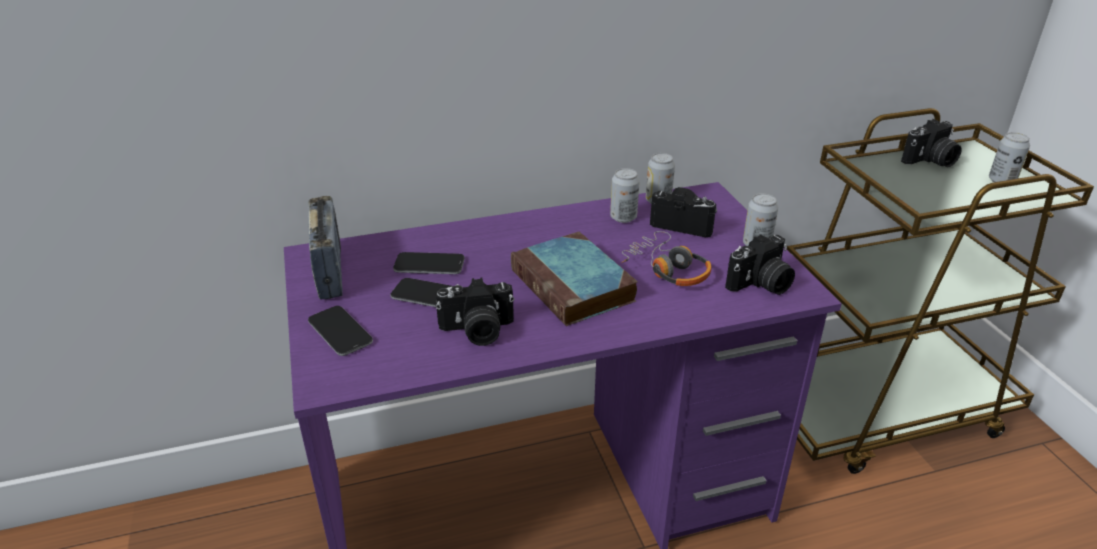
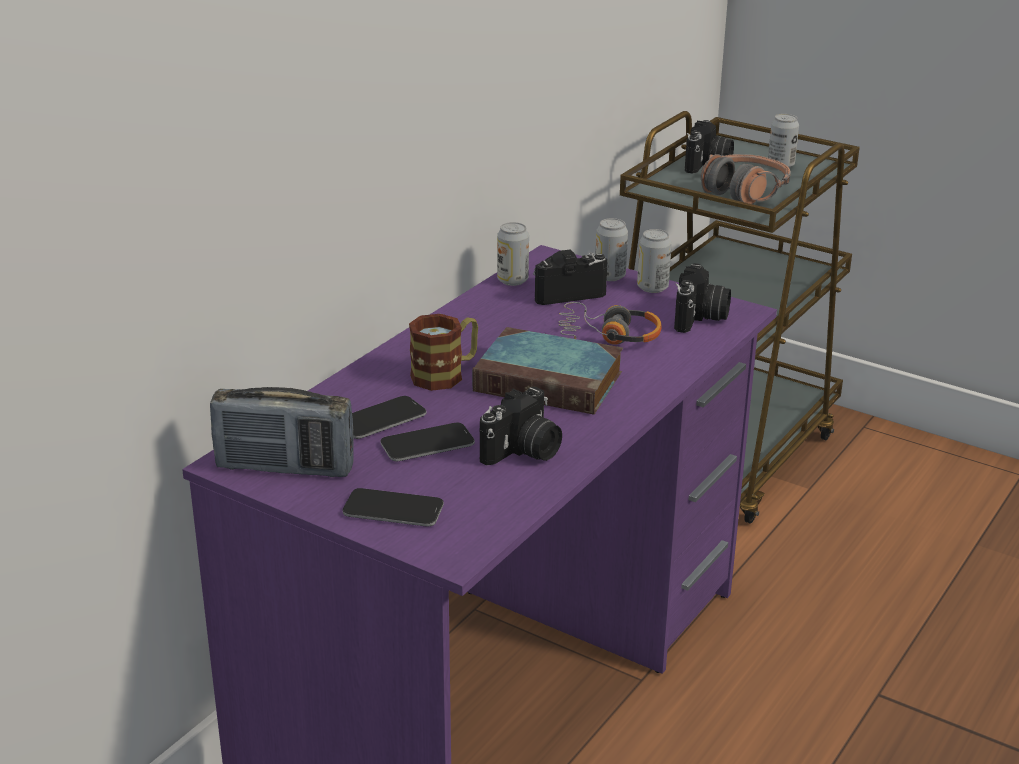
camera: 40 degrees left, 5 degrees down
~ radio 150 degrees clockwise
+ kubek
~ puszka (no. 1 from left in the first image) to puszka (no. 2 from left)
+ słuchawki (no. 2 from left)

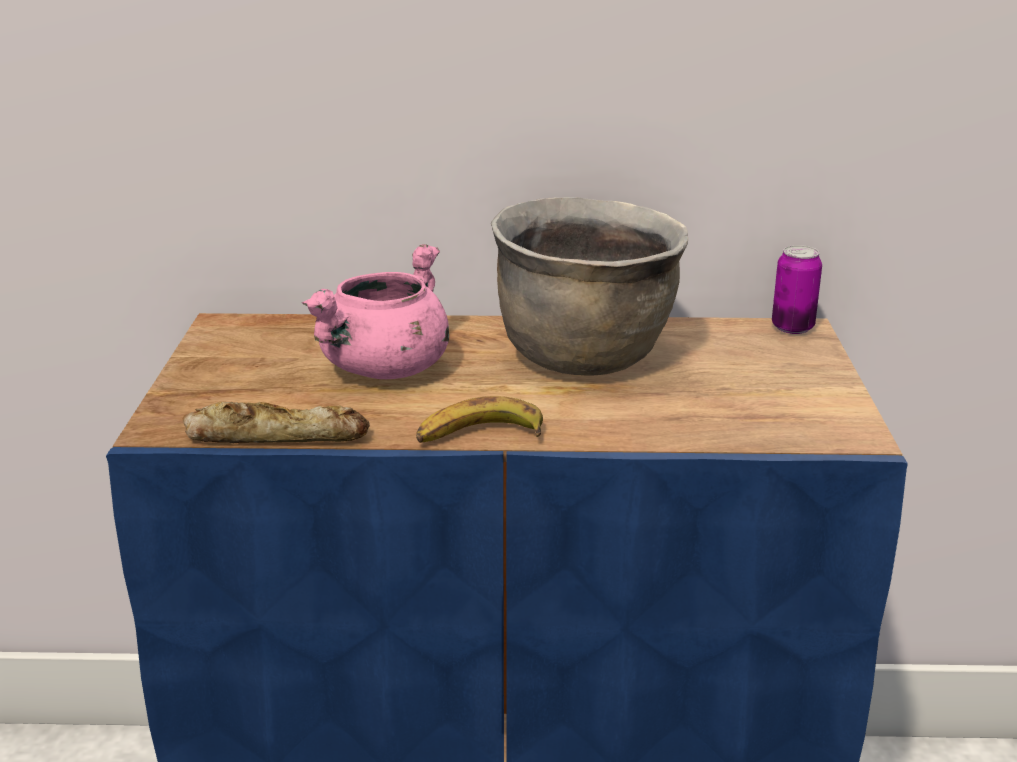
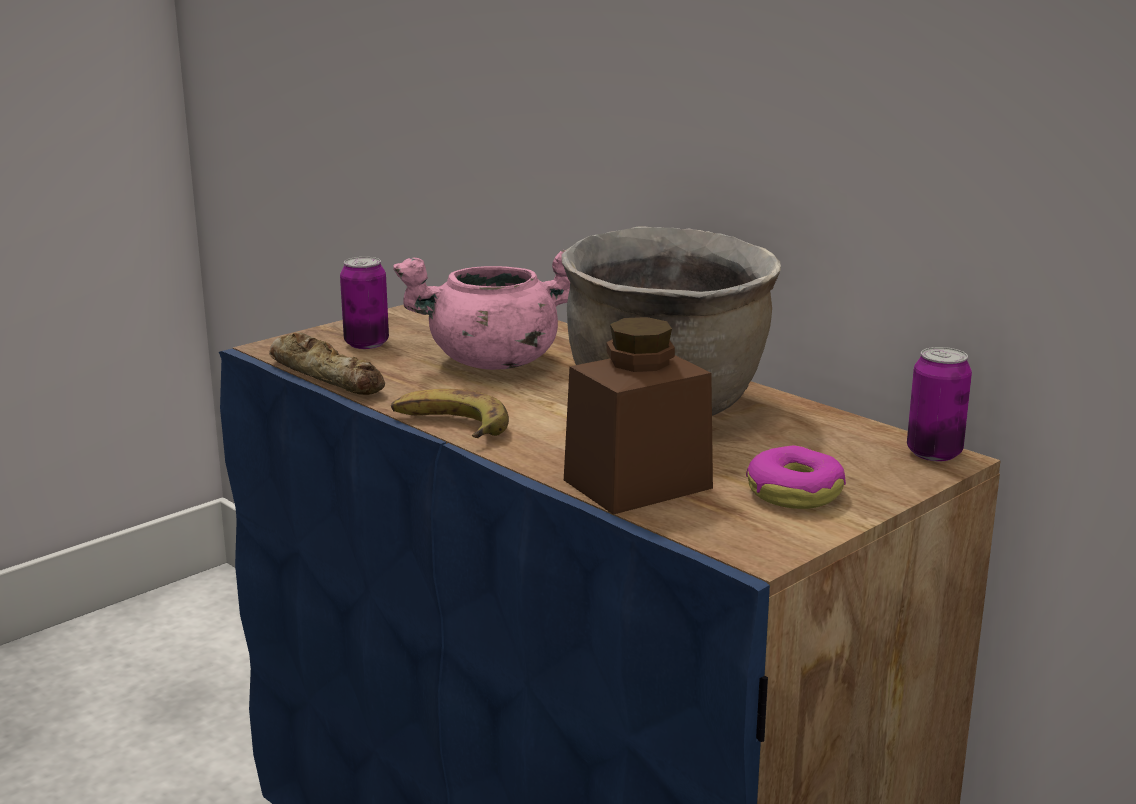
camera: 45 degrees right, 5 degrees down
+ puszka (no. 1 from left)
+ słoik [brązowy]
+ donut

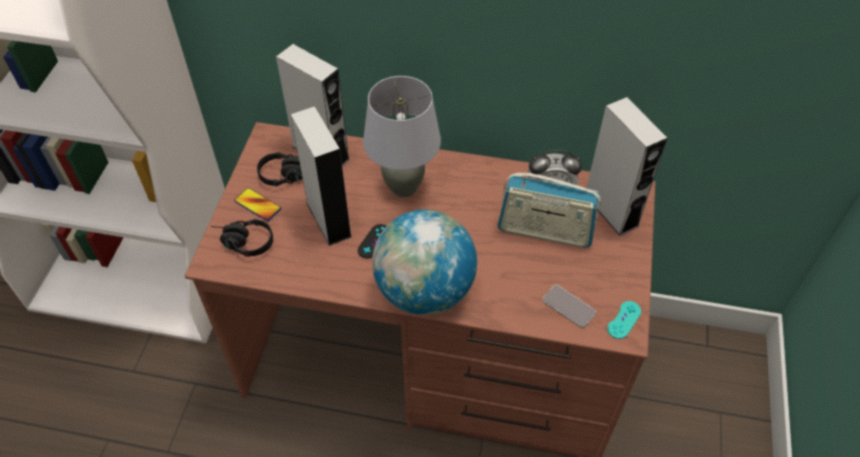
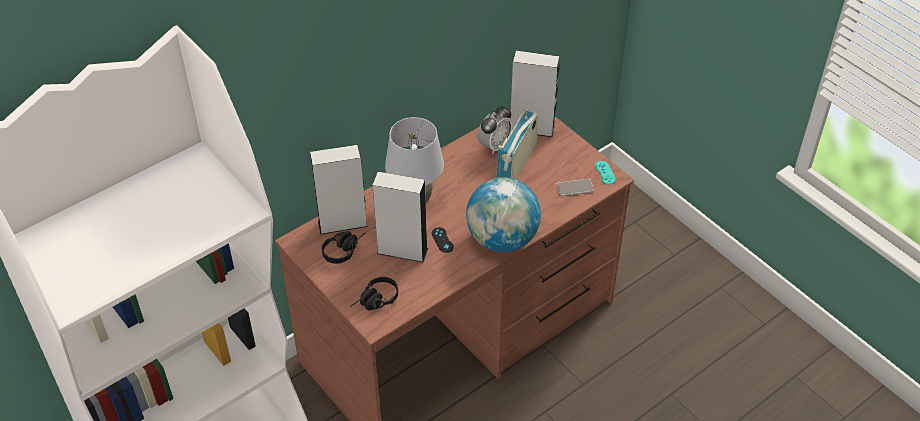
camera: 50 degrees left, 5 degrees down
~ radio 150 degrees clockwise
- telefon (no. 1 from left)

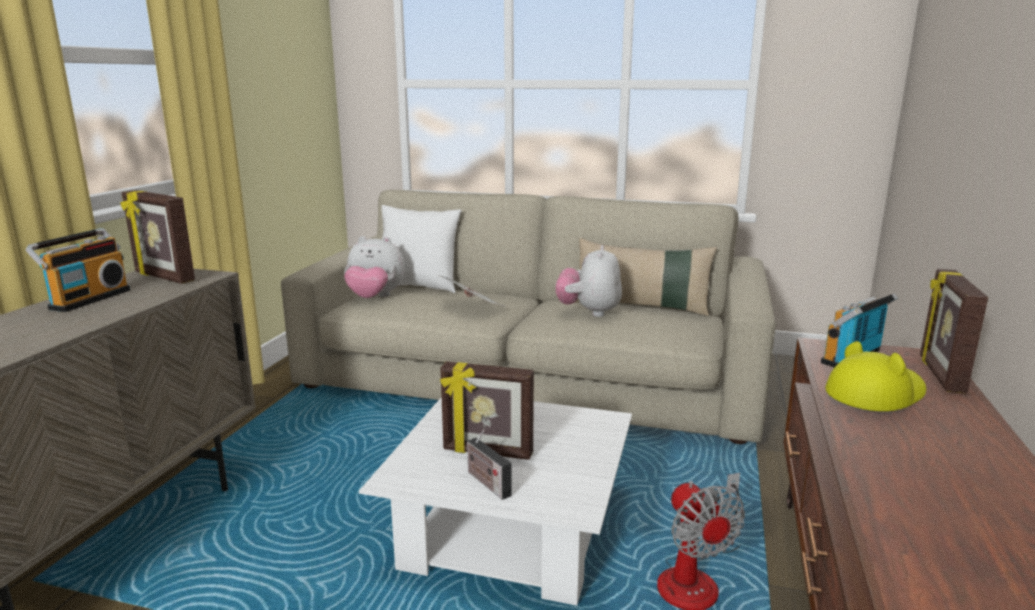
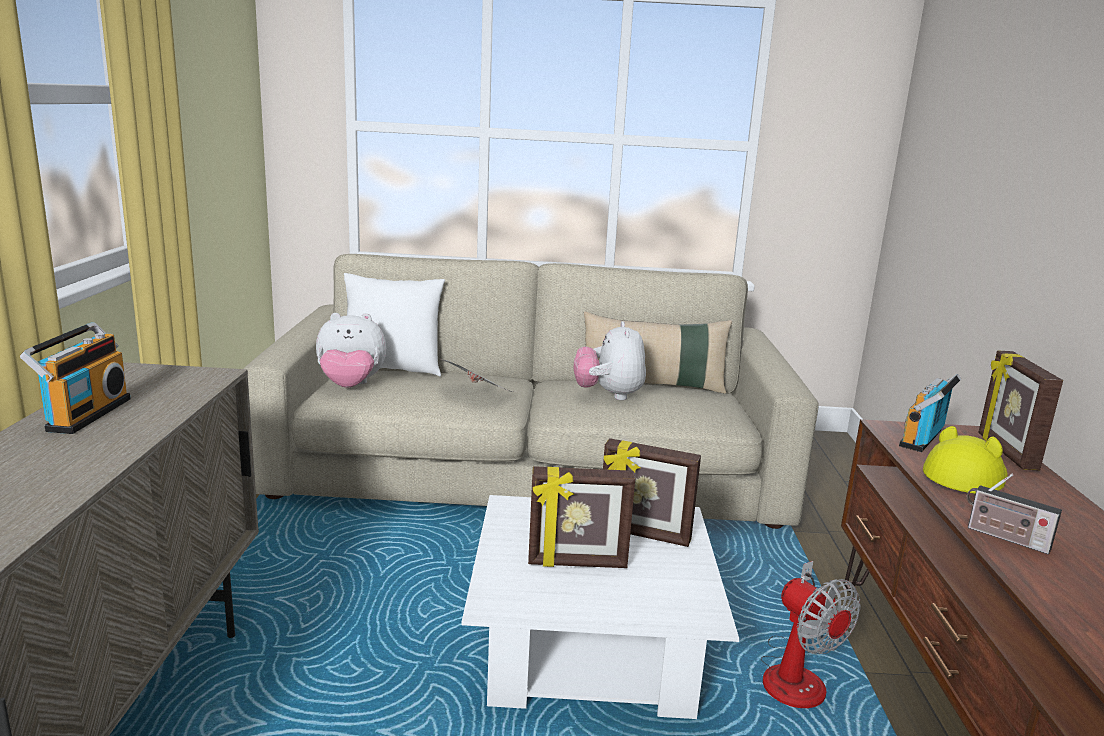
camera: 15 degrees left, 0 degrees up
~ ramka na zdjęcie (no. 1 from left in the first image) to ramka na zdjęcie (no. 2 from left)
~ radio (no. 2 from left in the first image) to radio (no. 3 from left)

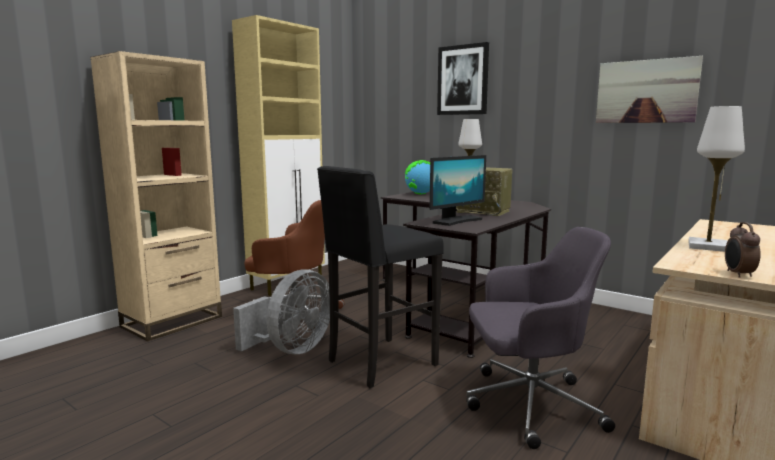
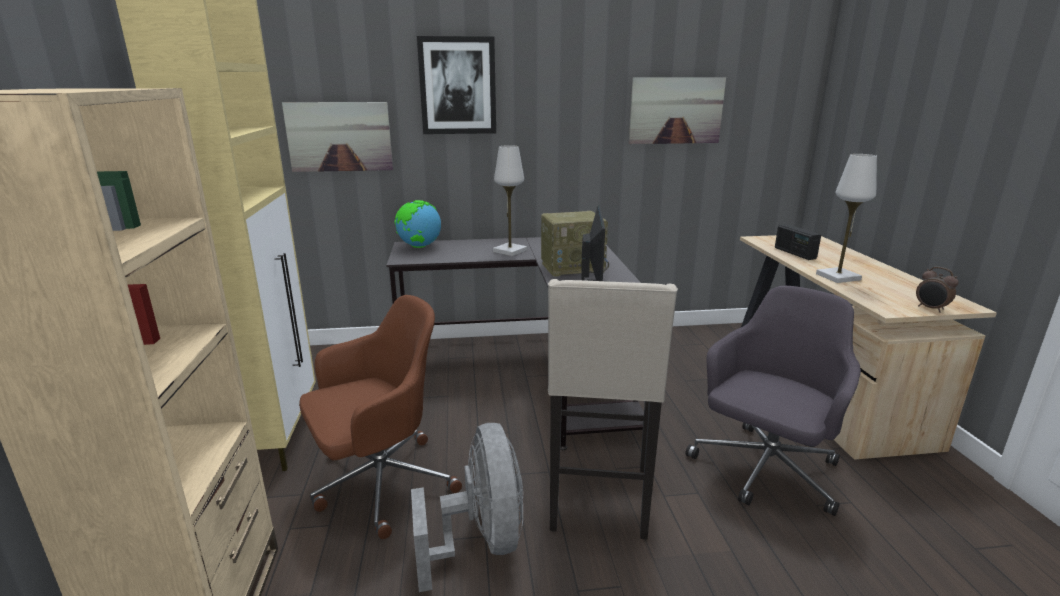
camera: 45 degrees left, 10 degrees up
+ obraz (no. 1 from left)
~ stołek [czarny] to stołek [beżowy]
+ radio (no. 2 from left)

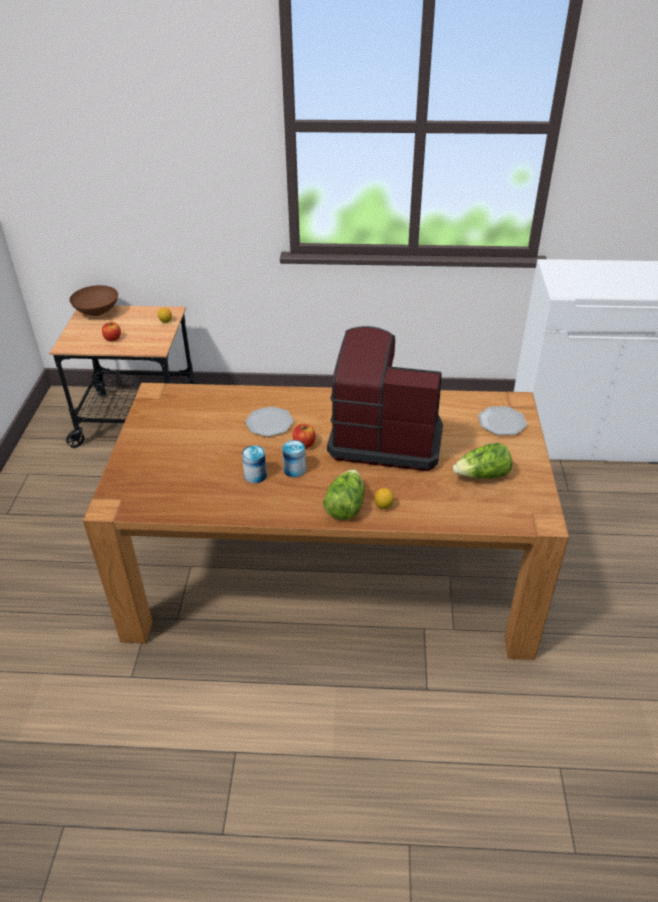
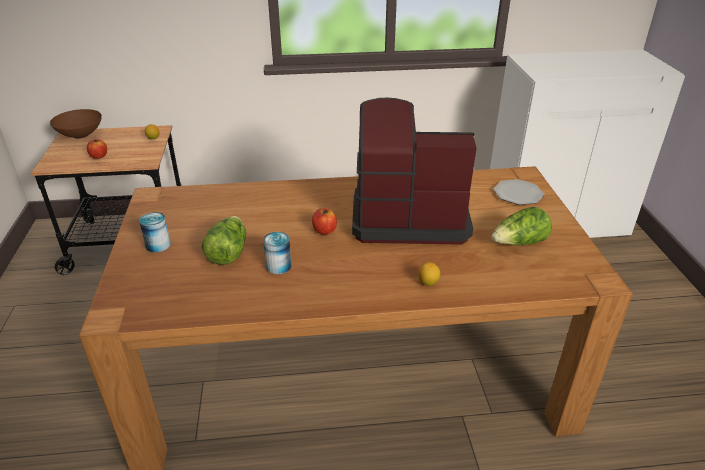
camera: 10 degrees left, 5 degrees down
~ puszka (no. 2 from left in the first image) to puszka (no. 1 from left)
~ sałata (no. 1 from left)
- talerz (no. 1 from left)

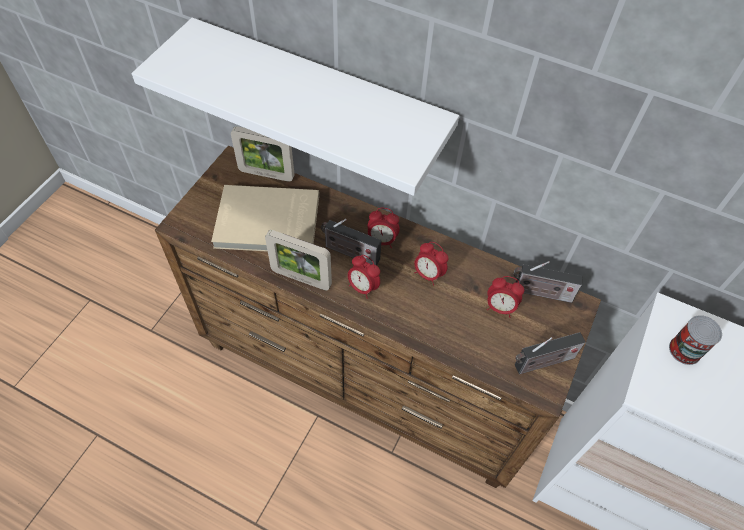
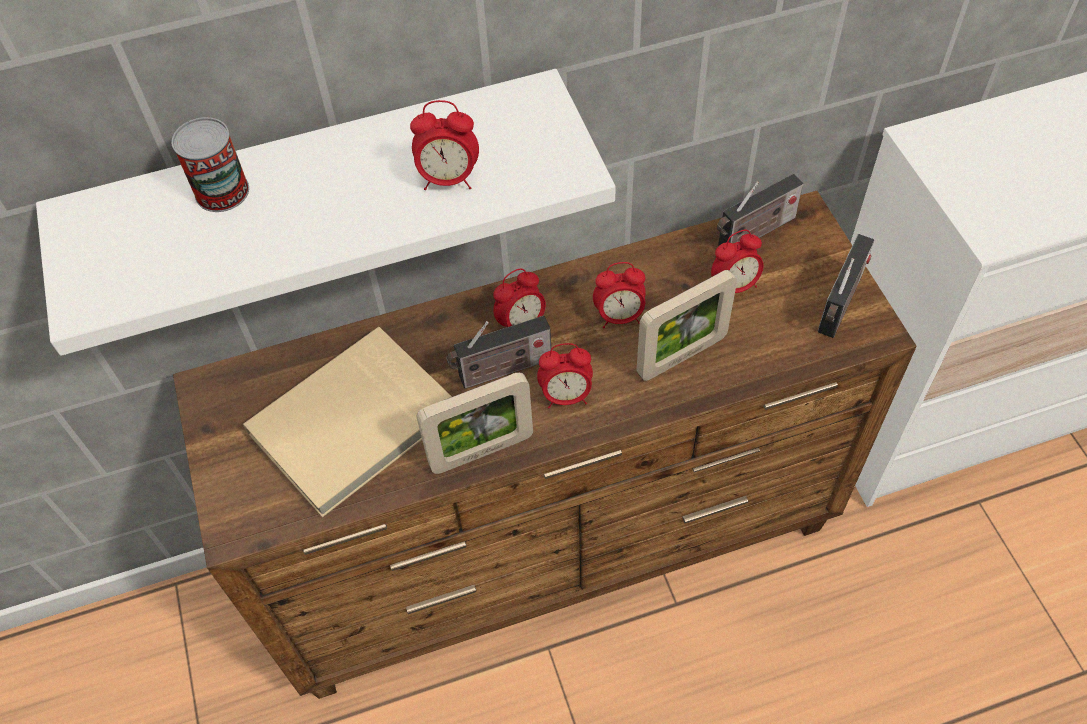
camera: 40 degrees left, 0 degrees up
~ puszka
+ budzik (no. 1 from left)
~ ramka na zdjęcie (no. 1 from left in the first image) to ramka na zdjęcie (no. 2 from left)

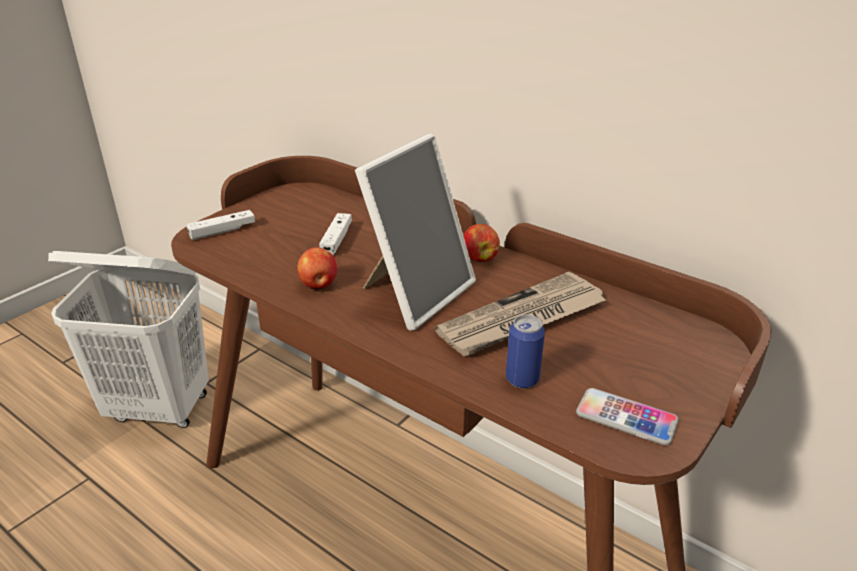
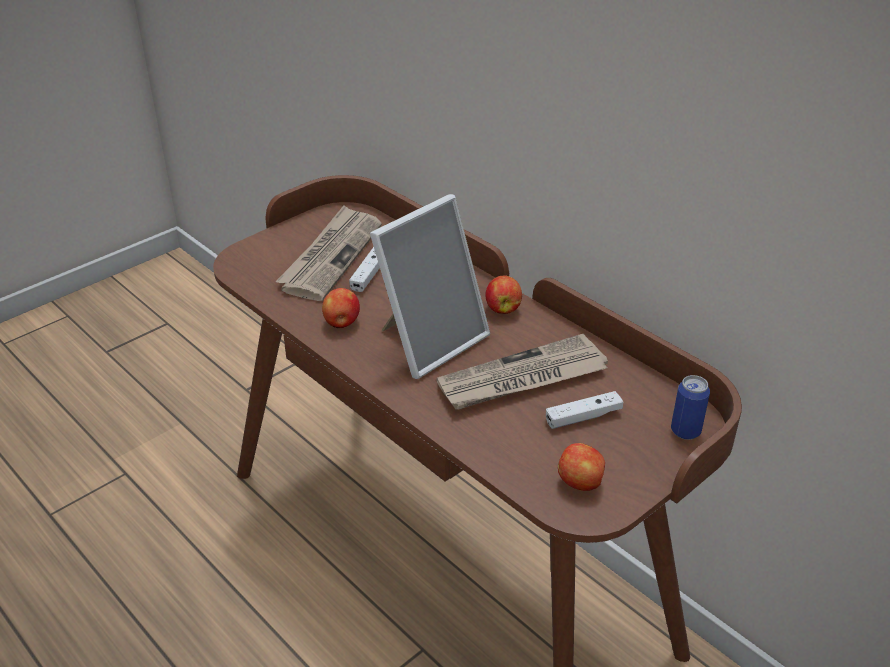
camera: 10 degrees right, 5 degrees up
+ gazeta (no. 1 from left)
~ pad do gier [biały] (no. 1 from left in the first image) to pad do gier [biały] (no. 2 from left)
~ telefon to jabłko (no. 3 from left)
~ puszka
- kosz na pranie [biały]

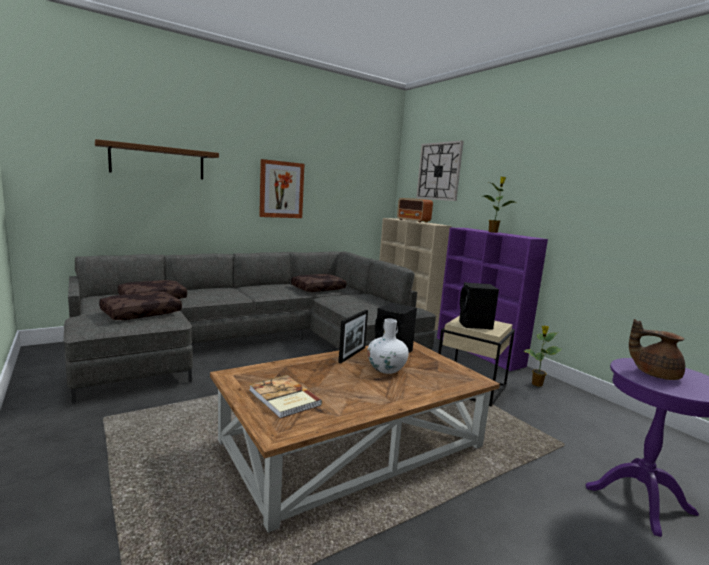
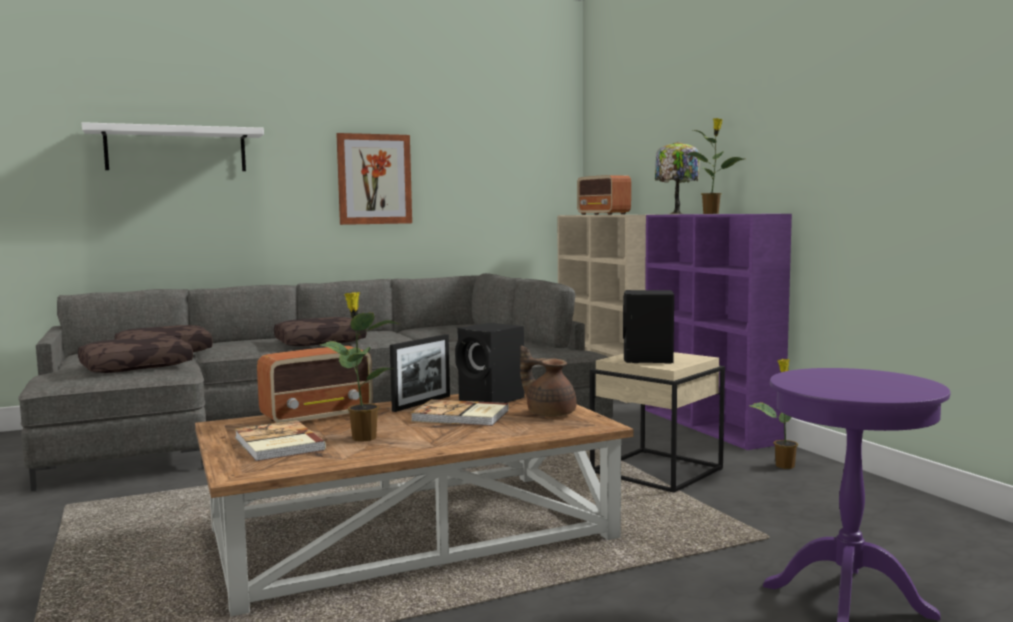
camera: 10 degrees right, 5 degrees down
~ półka [brązowy] to półka [biały]
+ radio (no. 1 from left)
~ poduszka [brązowy] (no. 3 from left)
+ roślina doniczkowa (no. 1 from left)
~ wazon [biały] to książka (no. 2 from left)
~ imbryk [brązowy]
+ lampa stołowa
- zegar ścienny

